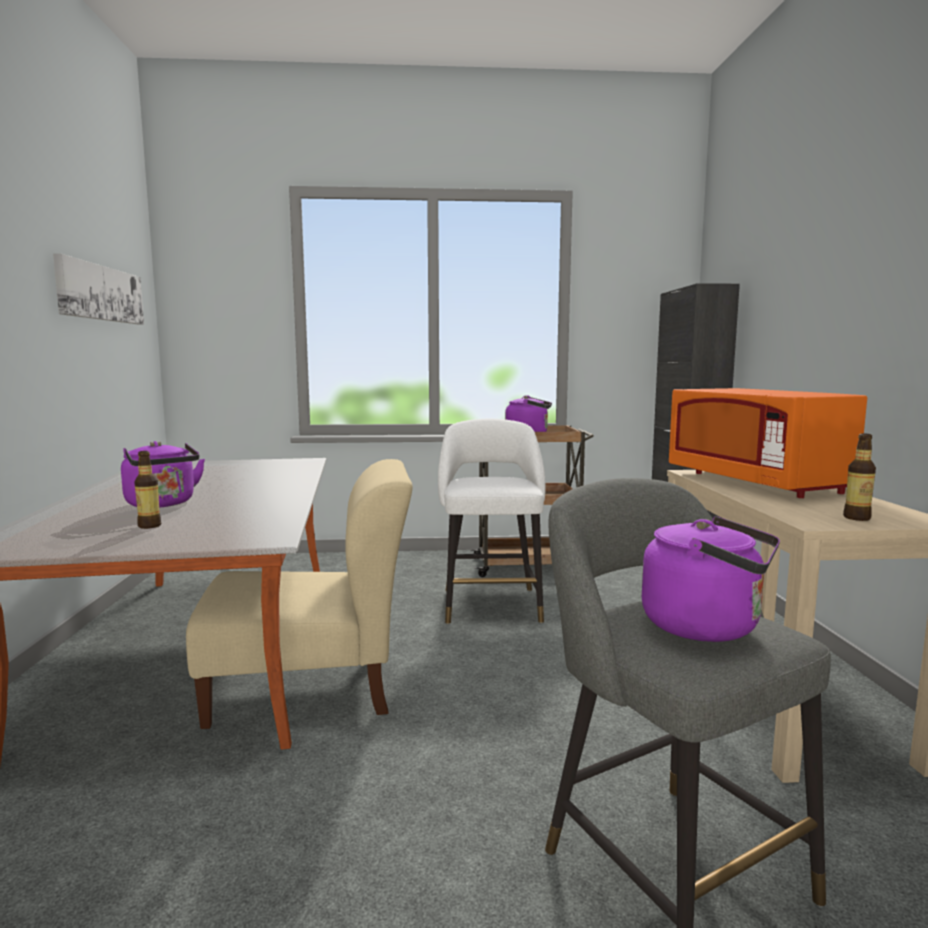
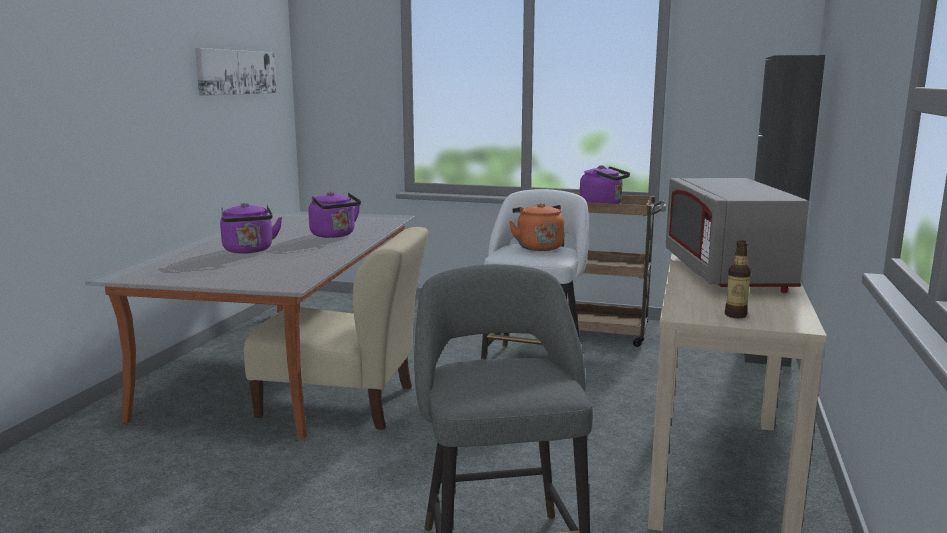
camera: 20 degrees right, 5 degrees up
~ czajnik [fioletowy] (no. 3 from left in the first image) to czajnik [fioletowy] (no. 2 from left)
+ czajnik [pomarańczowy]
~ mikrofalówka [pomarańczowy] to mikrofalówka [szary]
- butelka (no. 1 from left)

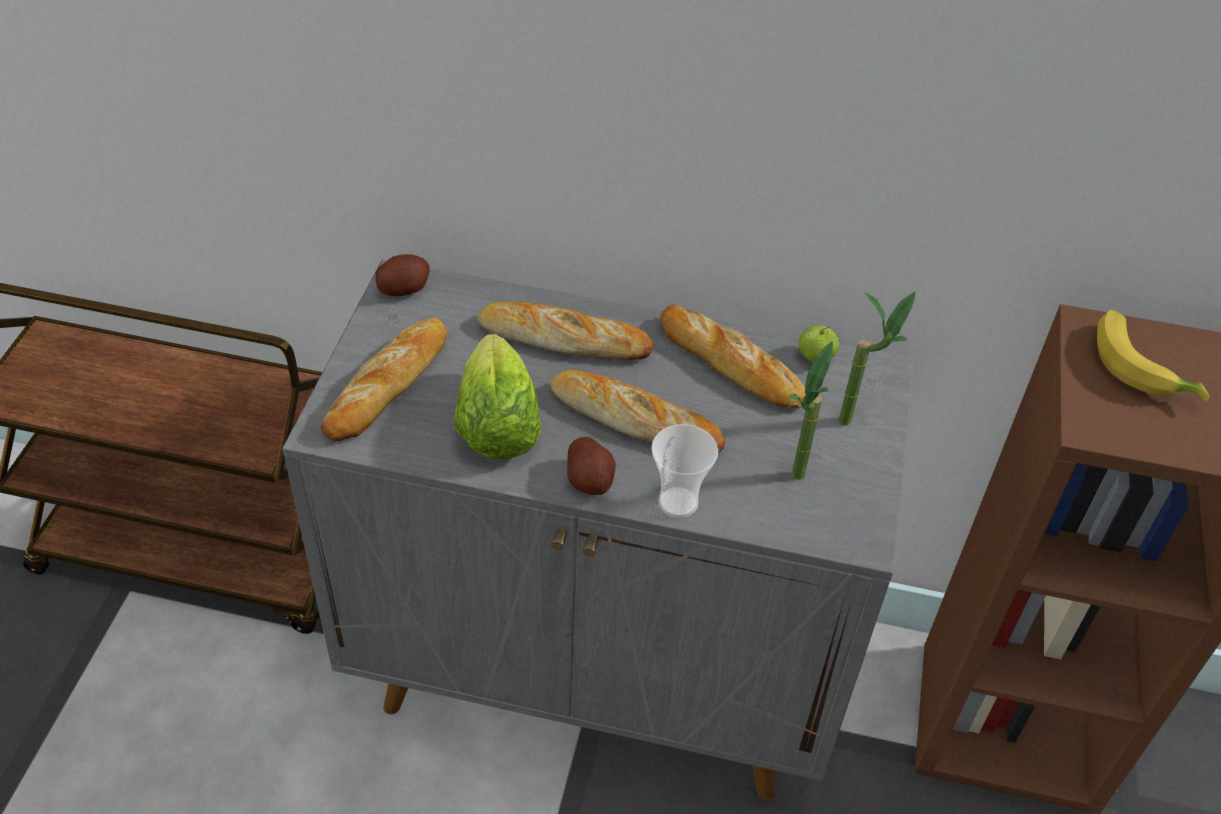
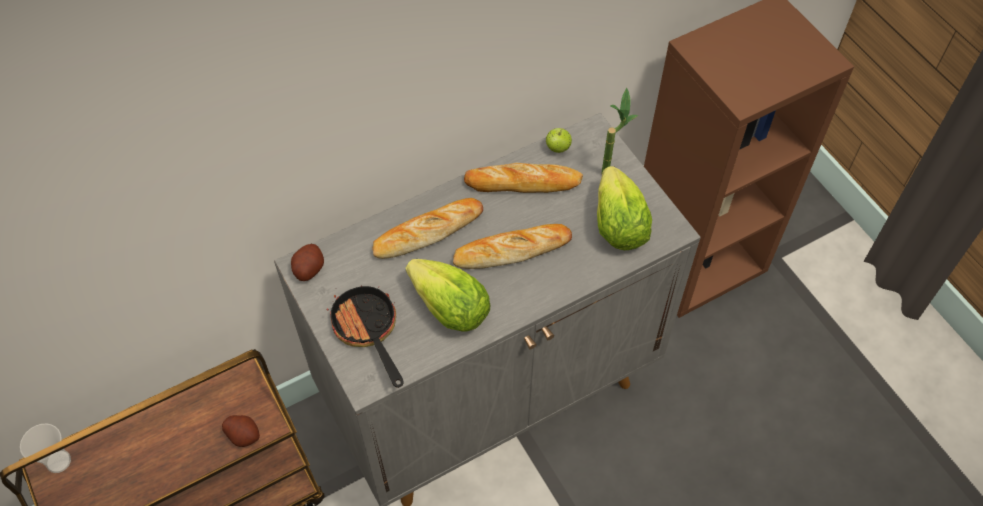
camera: 40 degrees left, 10 degrees up
~ filiżanka
~ ziemniak (no. 2 from left in the first image) to ziemniak (no. 1 from left)
~ chleb (no. 1 from left) to patelnia
~ roślina doniczkowa (no. 1 from left) to sałata (no. 2 from left)
- banan

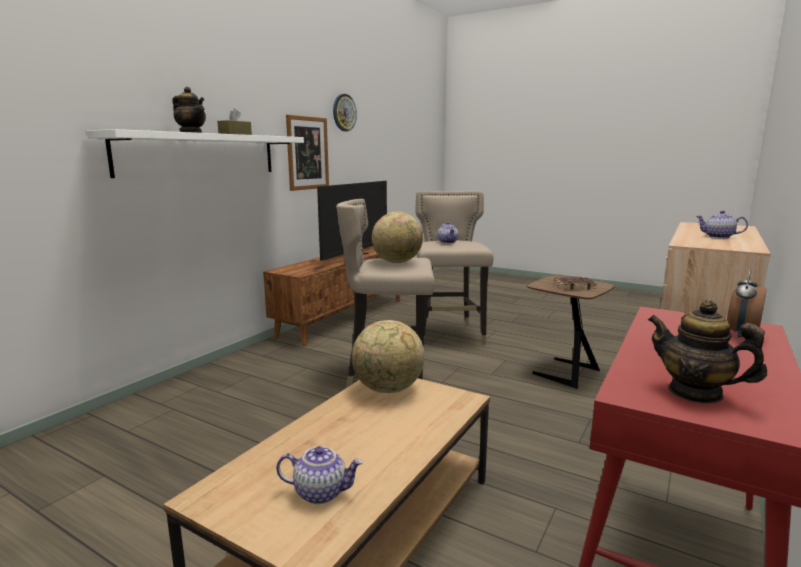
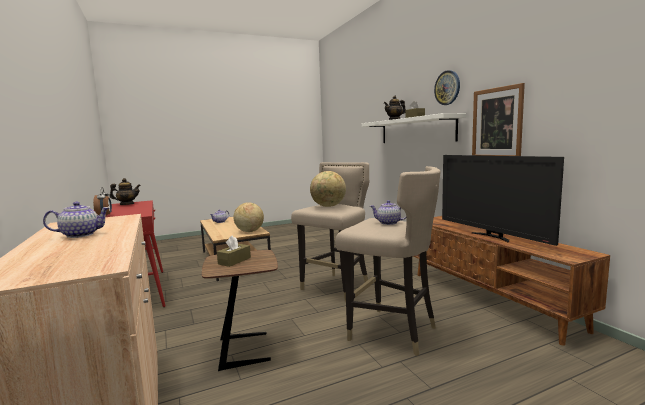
camera: 125 degrees right, 5 degrees down
~ książka [brązowy] to pudełko chusteczek [brązowy] (no. 1 from left)
~ zegar ścienny

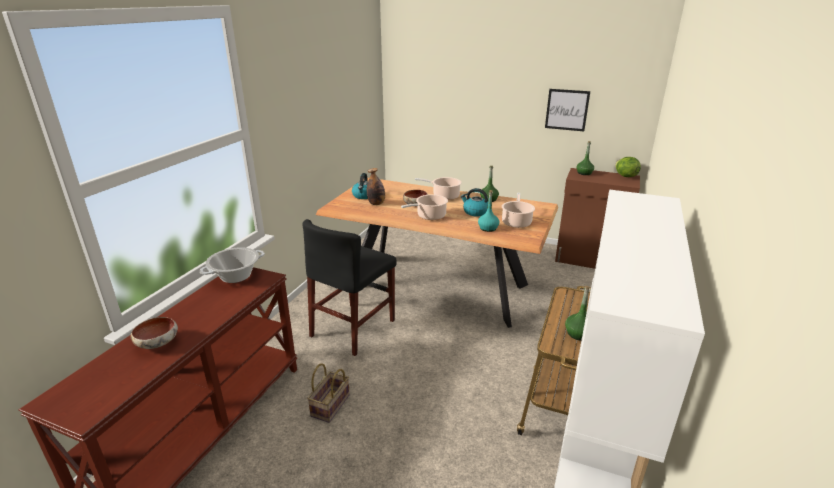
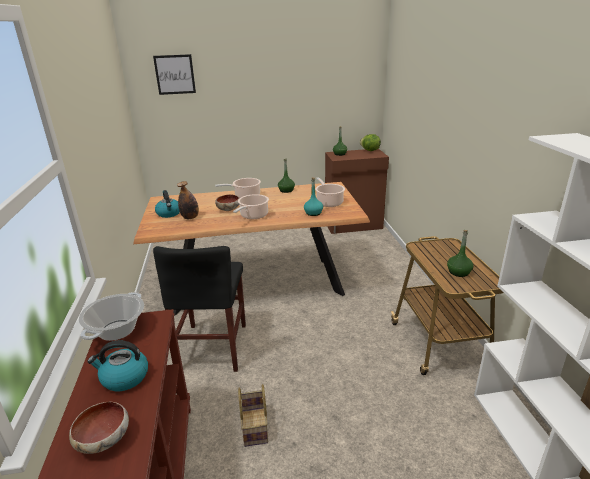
camera: 30 degrees left, 0 degrees up
~ czajnik (no. 2 from left in the first image) to czajnik (no. 1 from left)
~ obraz

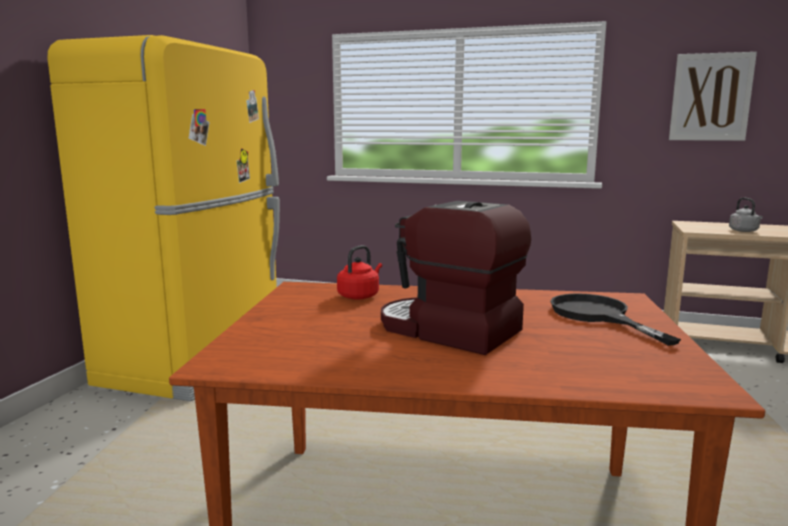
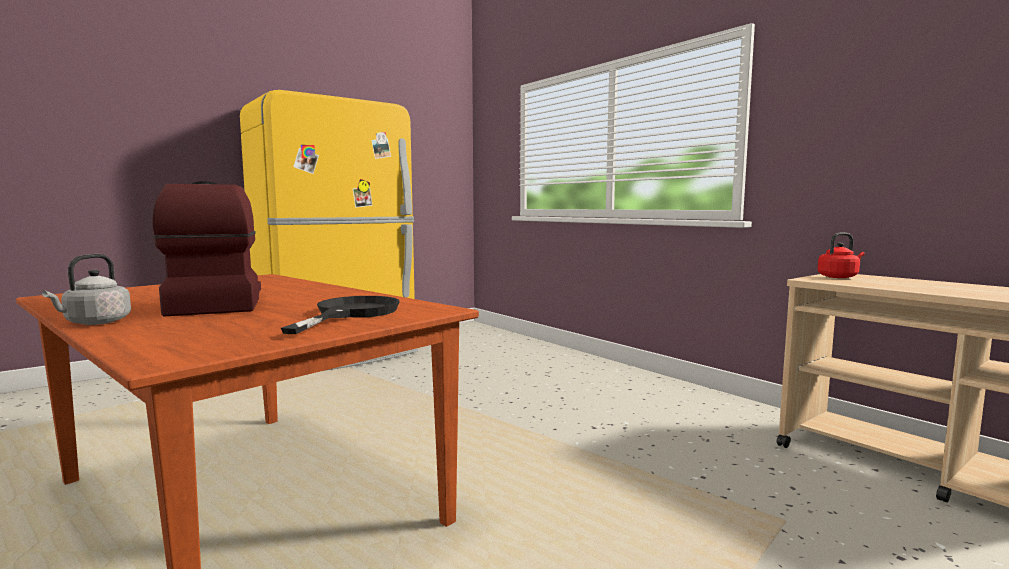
camera: 35 degrees right, 5 degrees down
~ czajnik [szary]
~ czajnik [czerwony]
- obraz

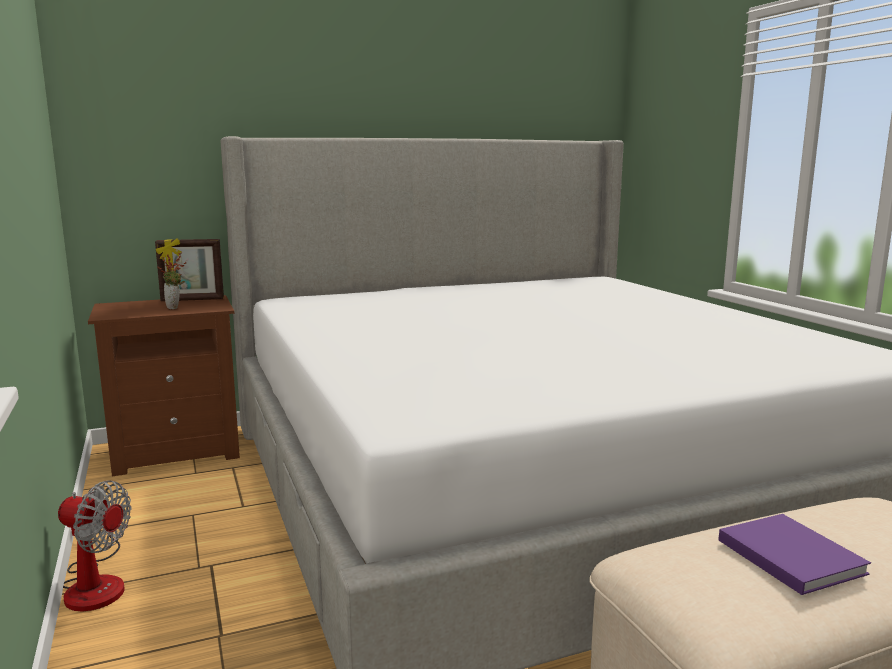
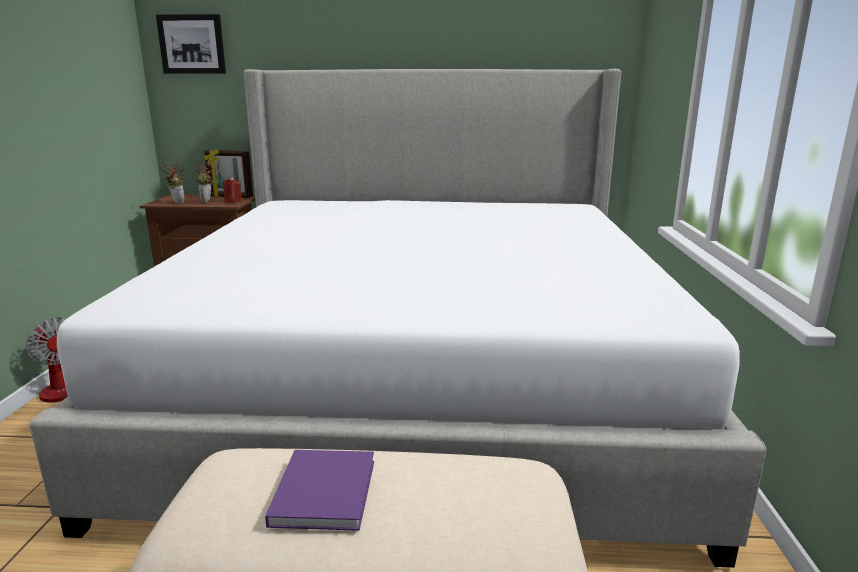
camera: 25 degrees right, 5 degrees up
+ obraz
+ roślina doniczkowa (no. 1 from left)
+ świeca [czerwony]

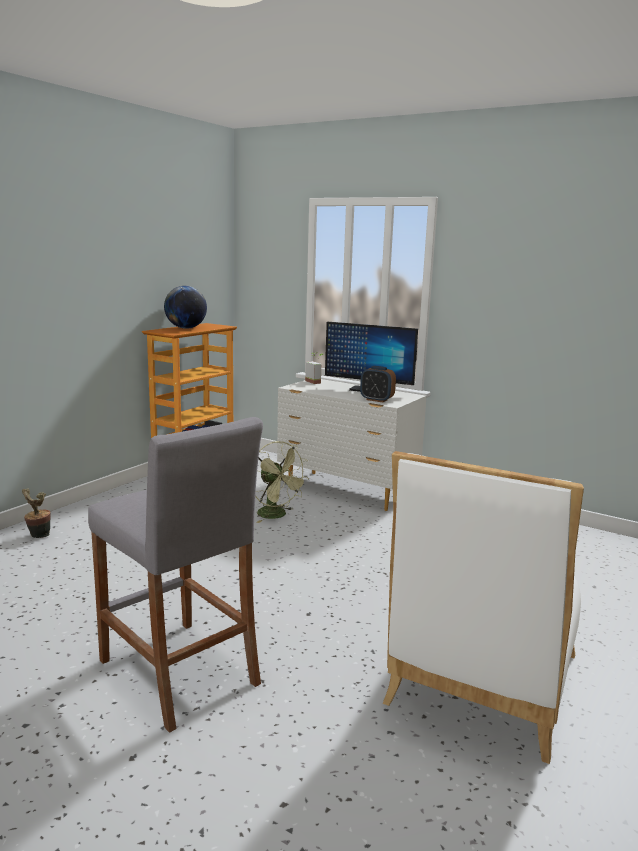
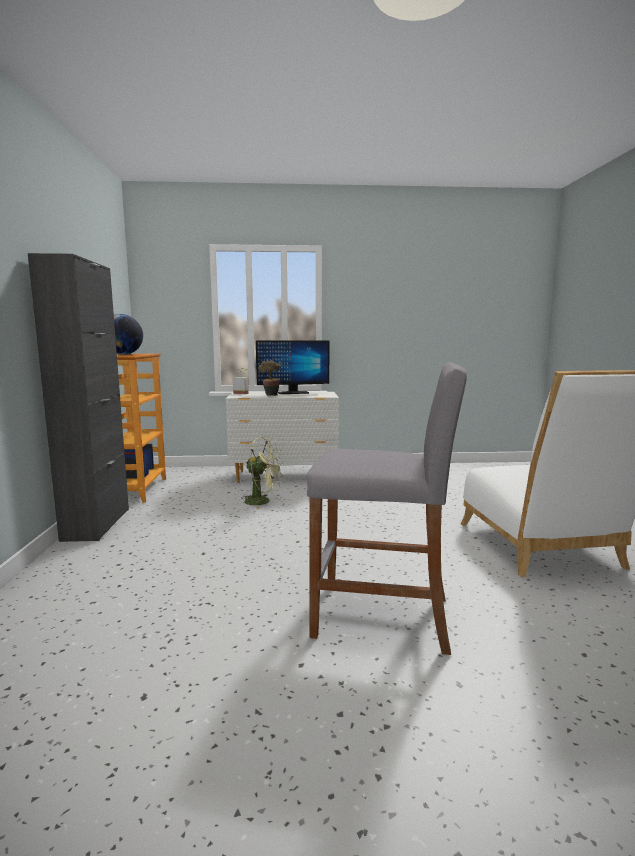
camera: 35 degrees left, 5 degrees down
+ szafka [czarny]
~ roślina doniczkowa (no. 1 from left in the first image) to roślina doniczkowa (no. 2 from left)
- budzik

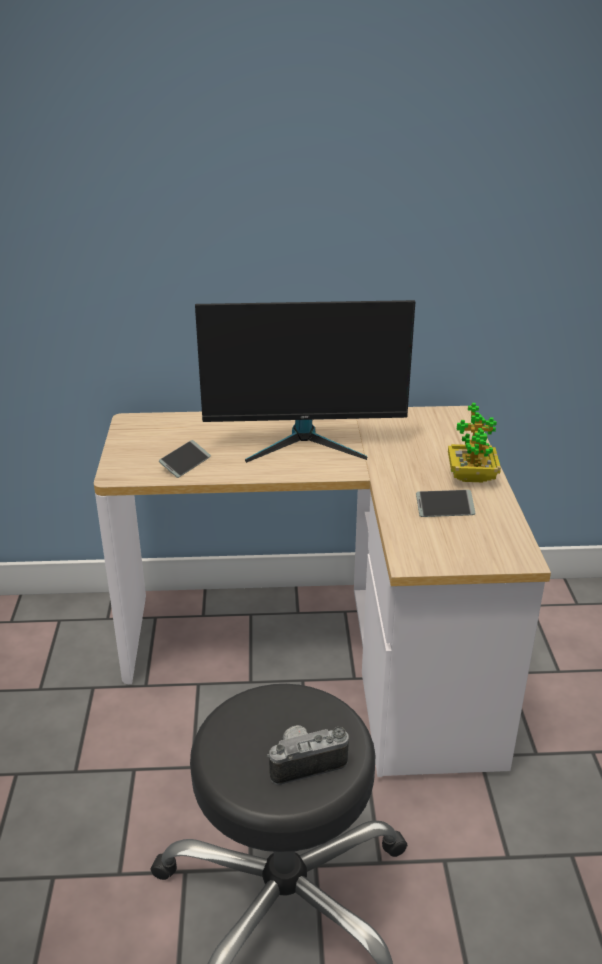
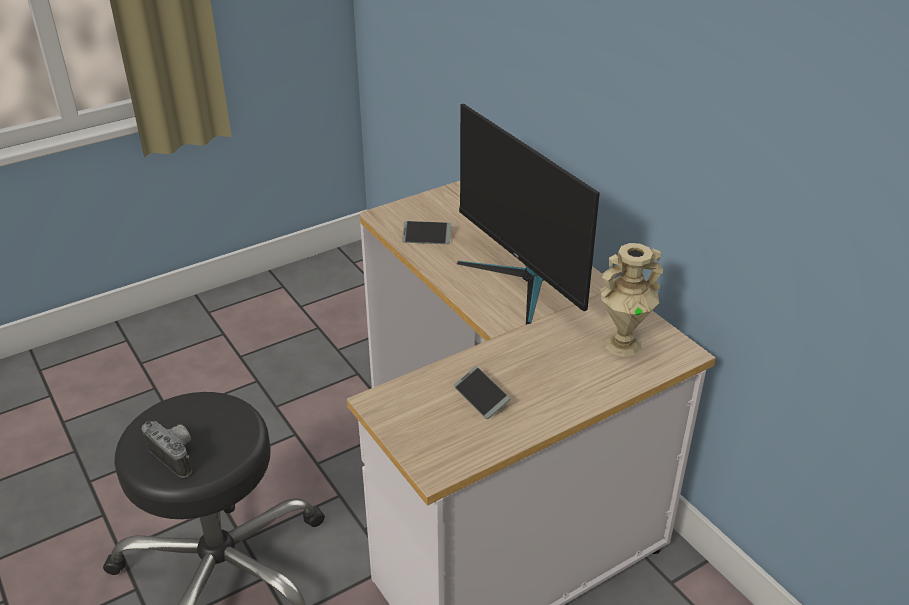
camera: 60 degrees right, 5 degrees up
+ wazon [beżowy]
- roślina doniczkowa

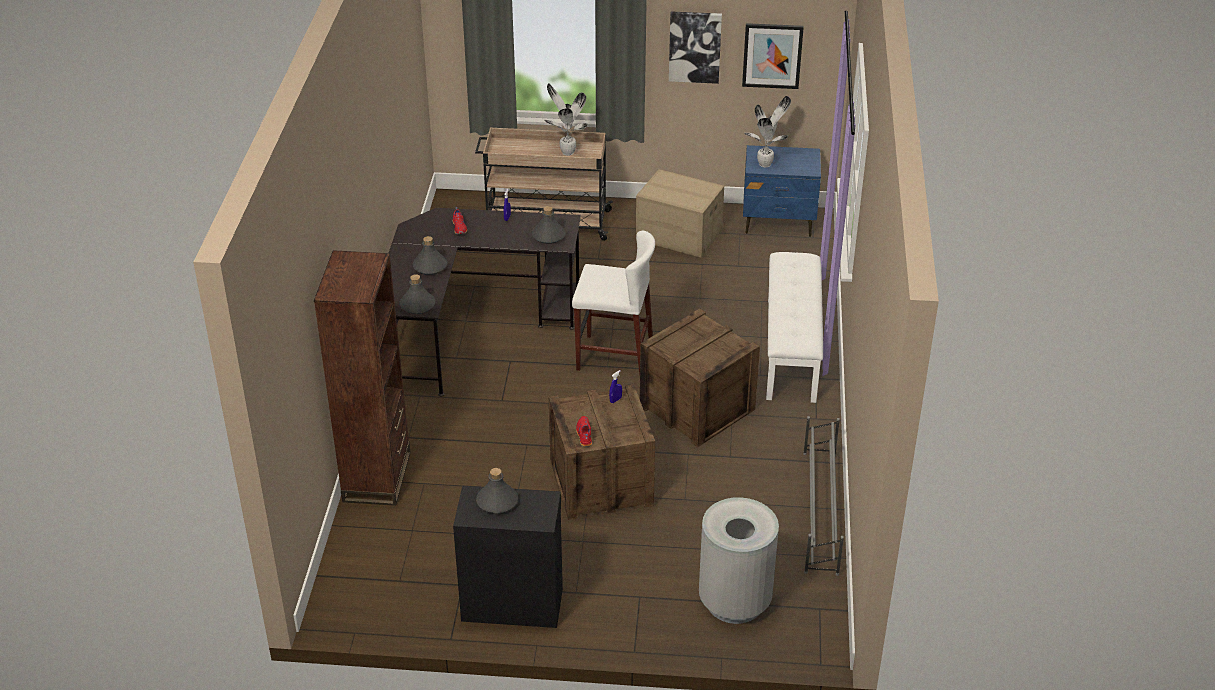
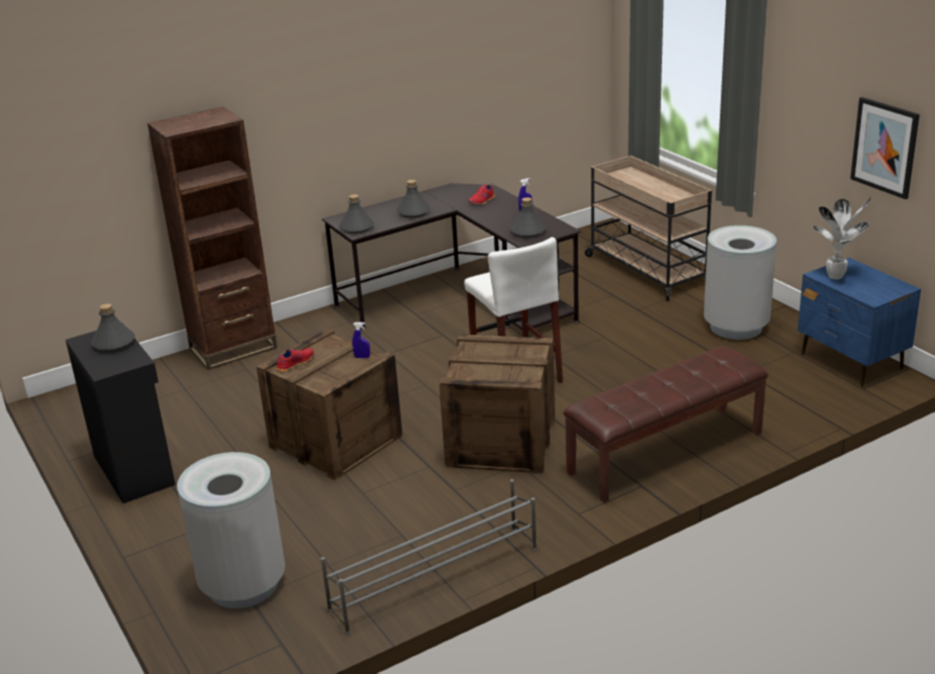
camera: 55 degrees right, 10 degrees down
~ ławka [biały] to ławka [brązowy]
~ karton to kosz na śmieci [szary] (no. 2 from left)
- roślina doniczkowa (no. 1 from left)
- obraz (no. 1 from left)

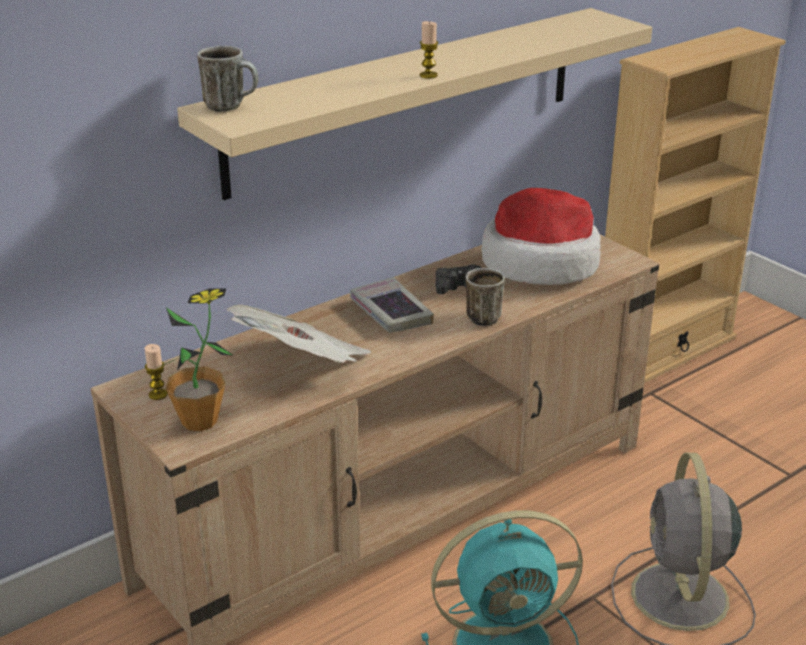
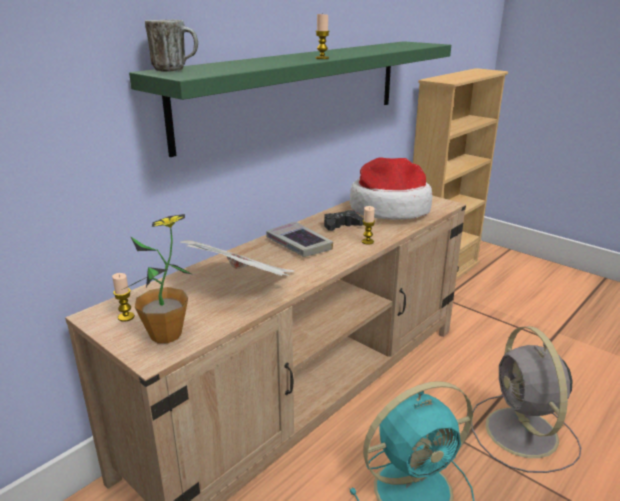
camera: 10 degrees left, 5 degrees down
~ półka [beżowy] to półka [zielony]
~ kubek (no. 2 from left) to świeca (no. 3 from left)

